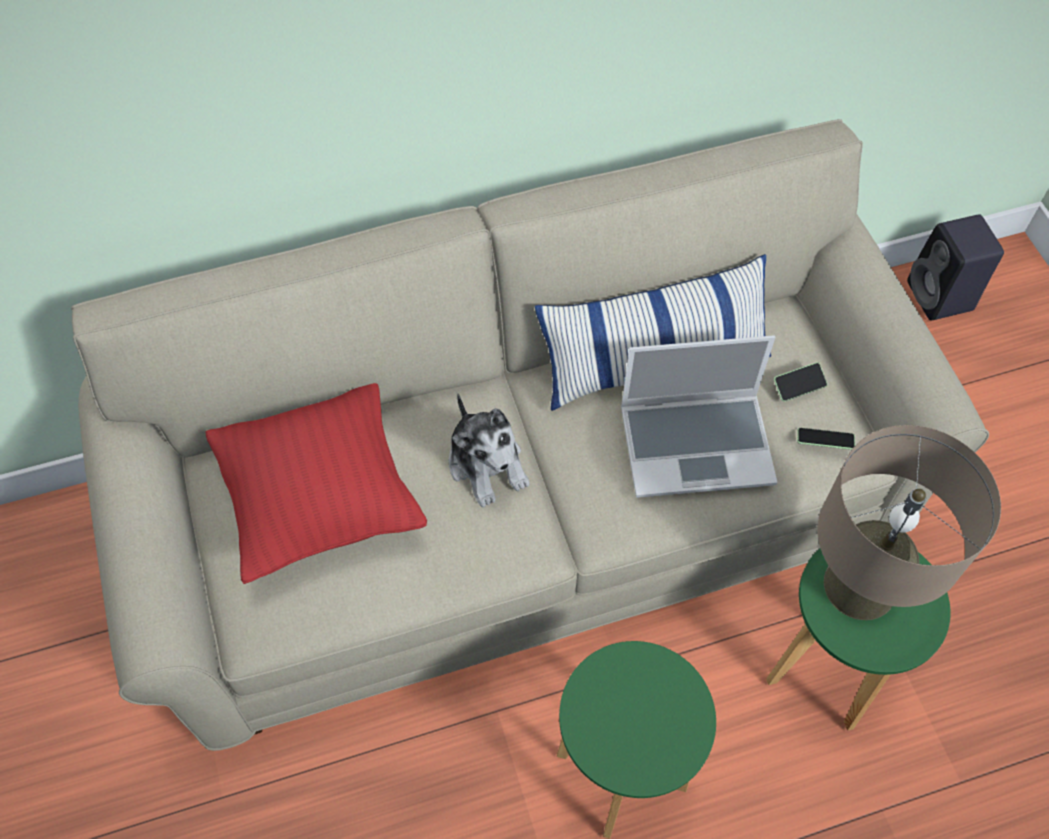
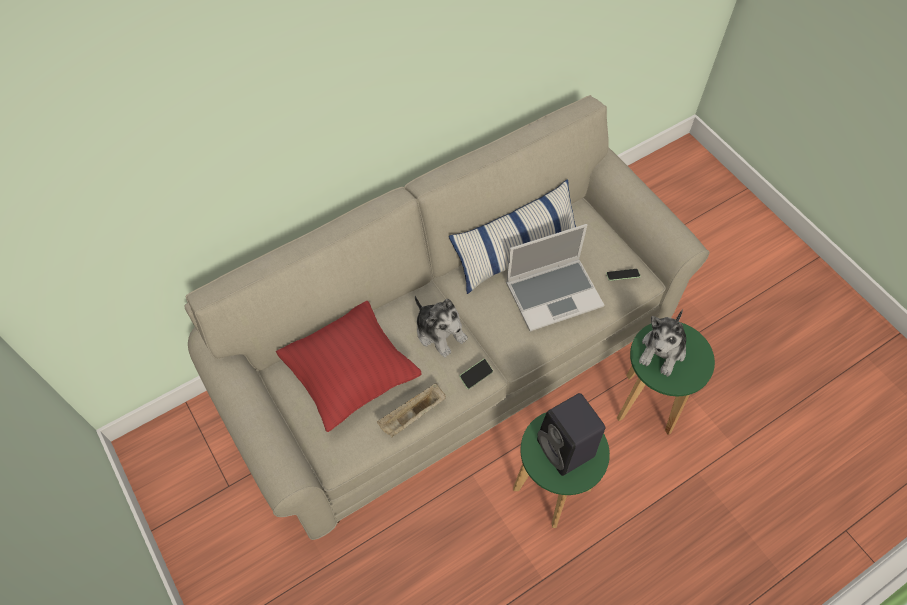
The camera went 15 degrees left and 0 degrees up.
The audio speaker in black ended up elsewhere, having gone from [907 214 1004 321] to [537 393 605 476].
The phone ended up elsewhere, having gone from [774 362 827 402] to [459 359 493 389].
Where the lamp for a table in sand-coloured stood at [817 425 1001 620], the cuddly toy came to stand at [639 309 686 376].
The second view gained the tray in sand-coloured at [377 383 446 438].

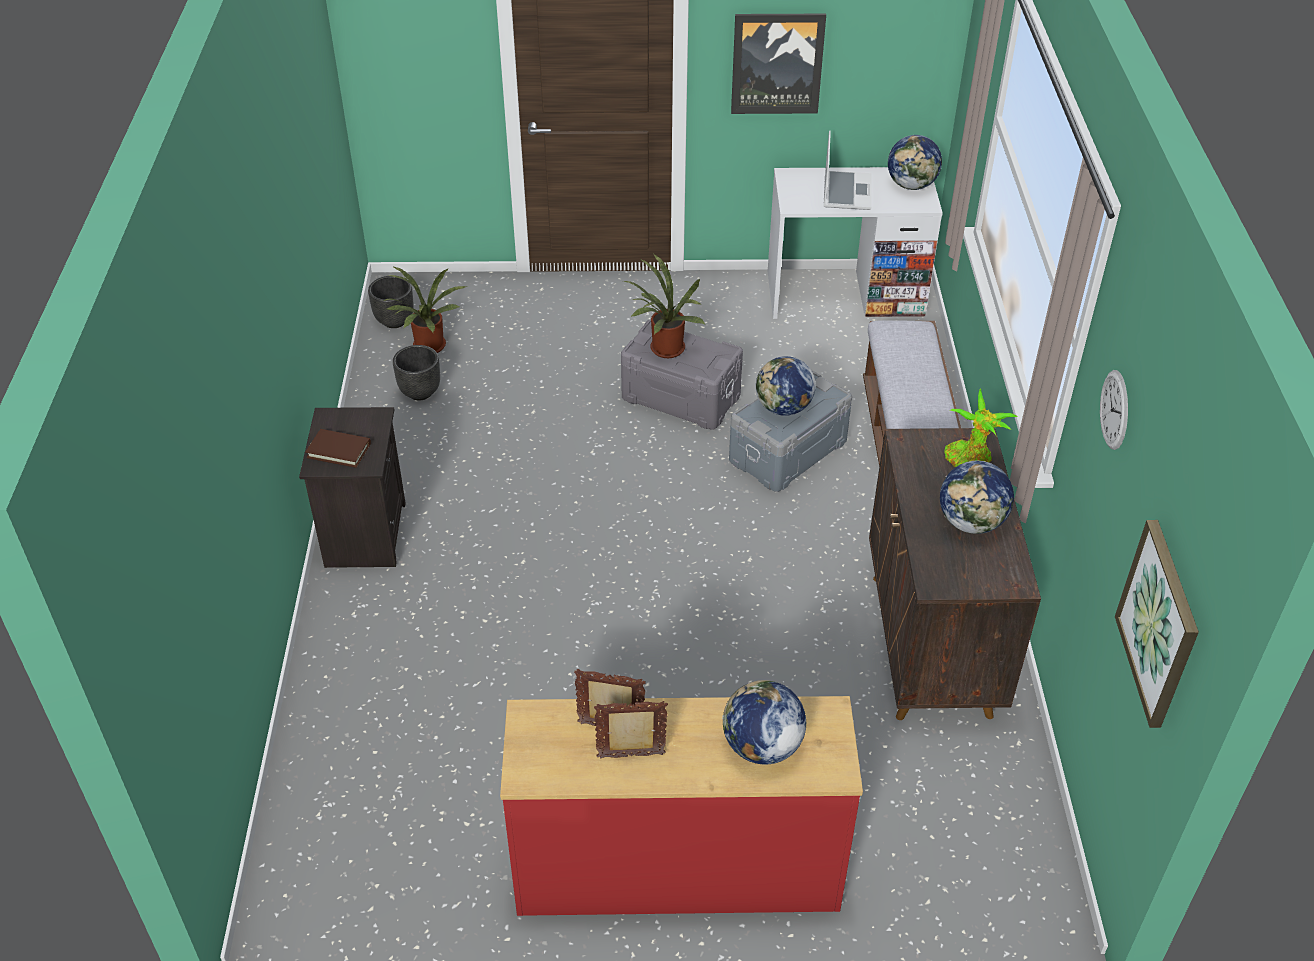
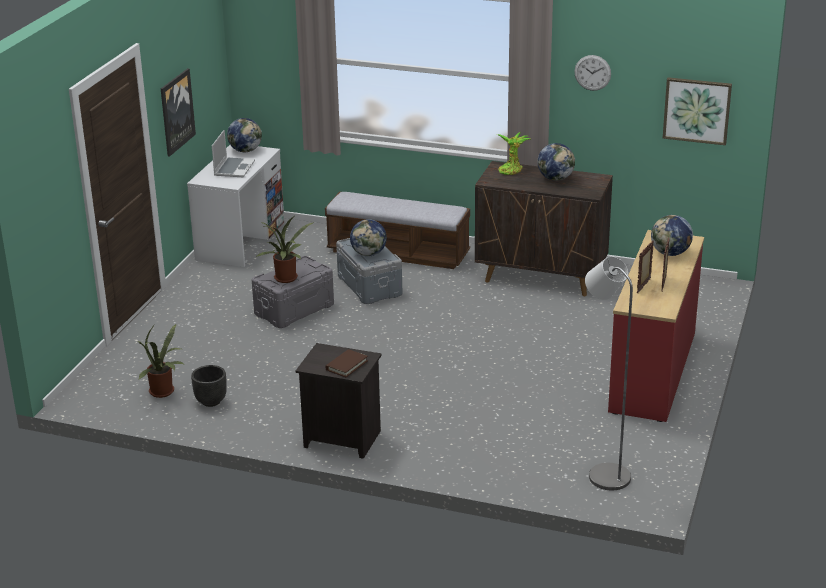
The camera went 70 degrees left and 15 degrees down.
The notebook computer at [823 131 872 210] ended up facing another way, 75 degrees clockwise from before.
The second view lost the flower pot in black at [368 276 414 328].
The second view gained the standing lamp in gray at [585 256 633 490].

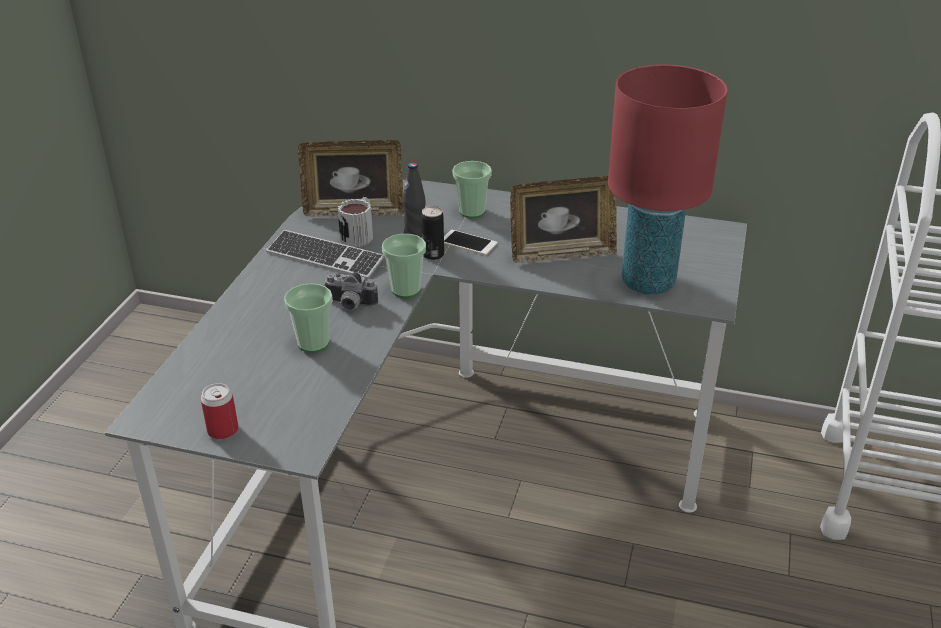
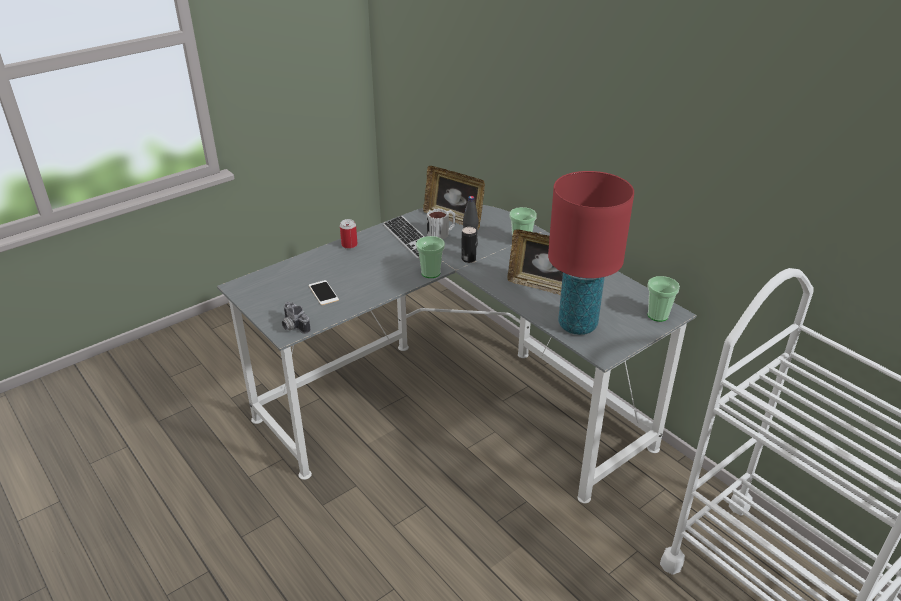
The camera went 35 degrees right and 0 degrees up.
The phone ended up elsewhere, having gone from [444 230 497 255] to [309 280 339 305].
The photo camera ended up elsewhere, having gone from [323 272 378 310] to [282 301 311 334].
The drinking cup ended up elsewhere, having gone from [284 283 333 353] to [647 276 680 322].
The can ended up elsewhere, having gone from [200 383 239 440] to [340 219 358 249].

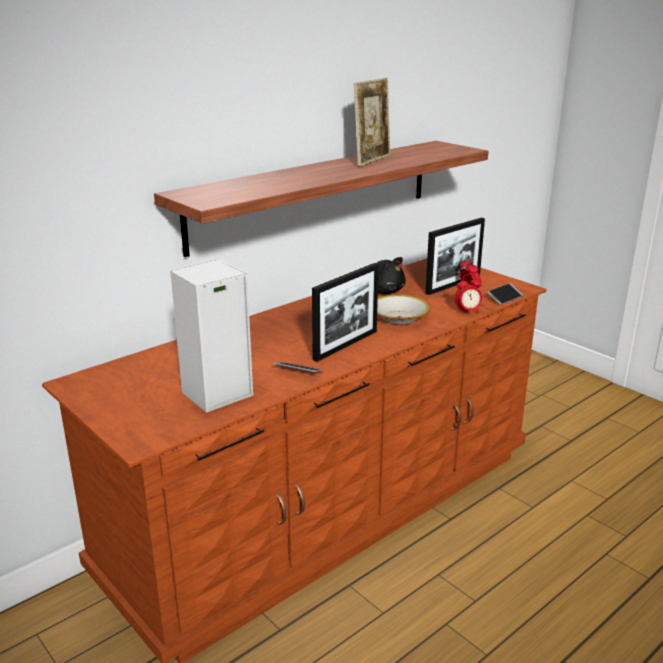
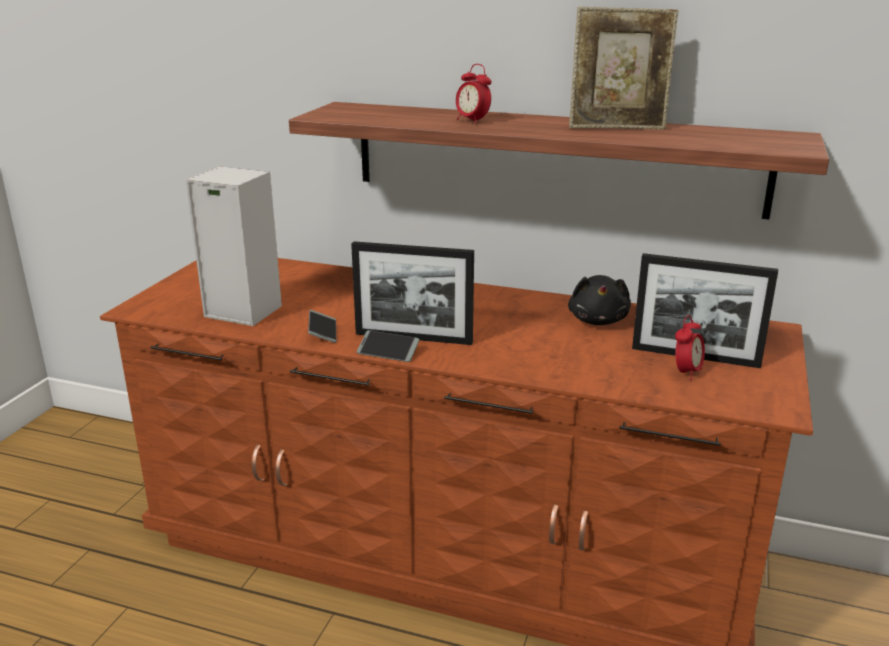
The camera went 60 degrees right and 0 degrees up.
The table clock ended up elsewhere, having gone from [455 274 482 315] to [456 64 491 124].
The phone ended up elsewhere, having gone from [487 283 523 305] to [357 330 419 362].
The second view lost the deep dish at [377 295 430 325].

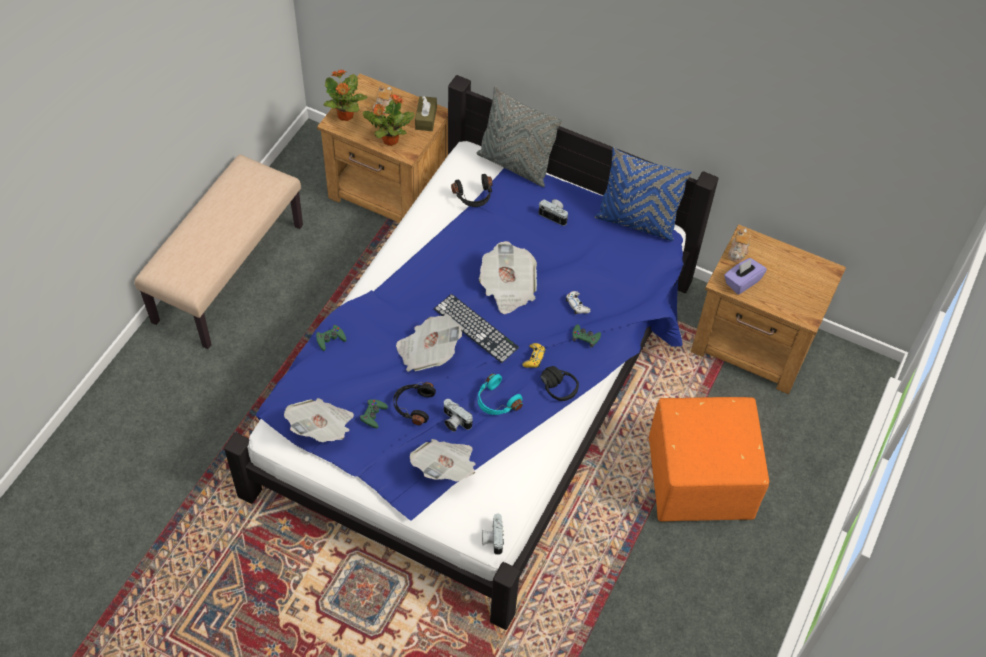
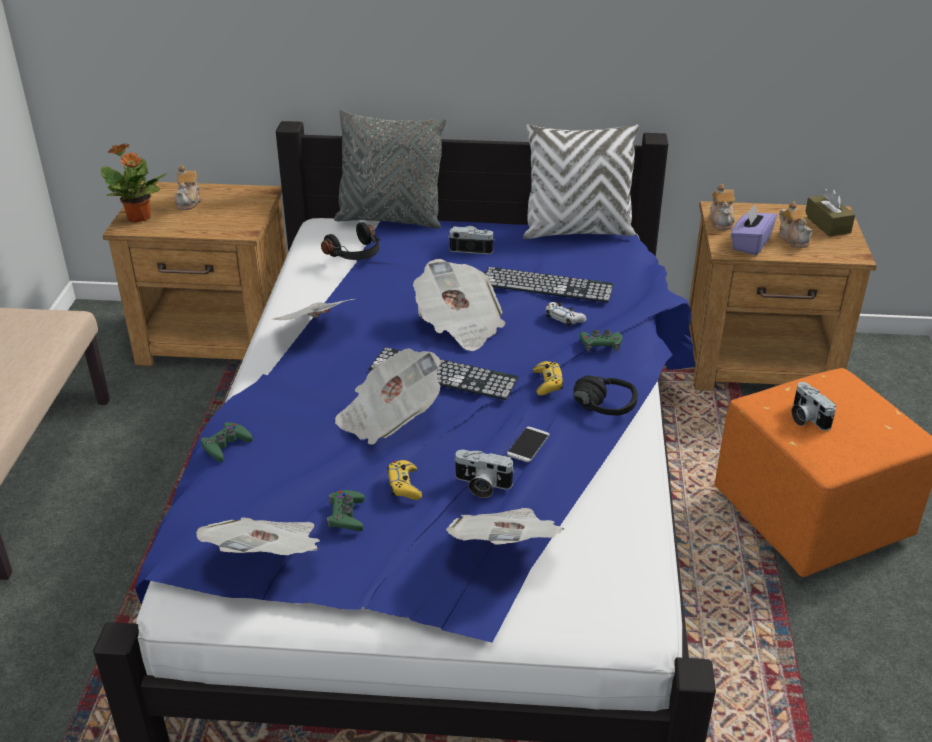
The camera went 20 degrees left and 20 degrees down.
The second view lost the plant in a pot at [363 94 415 146].
The tissue holder in brown-coloured ended up elsewhere, having gone from [415 96 437 131] to [805 188 855 237].
What was the pillow in bluish at [595 147 692 241] turned into the pillow in whitish at [523 124 639 239].
Where the headset in turquoise stood at [478 373 523 415], the phone came to stand at [507 427 549 462].
Where the headset in black stood at [393 382 436 425], the gamepad in yellow came to stand at [387 460 422 500].
The photo camera ended up elsewhere, having gone from [482 513 504 555] to [791 382 836 431].
The second view gained the teapot at [779 201 813 248].
The second view gained the keyboard at [485 267 614 303].
The second view gained the newspaper at [271 299 355 320].

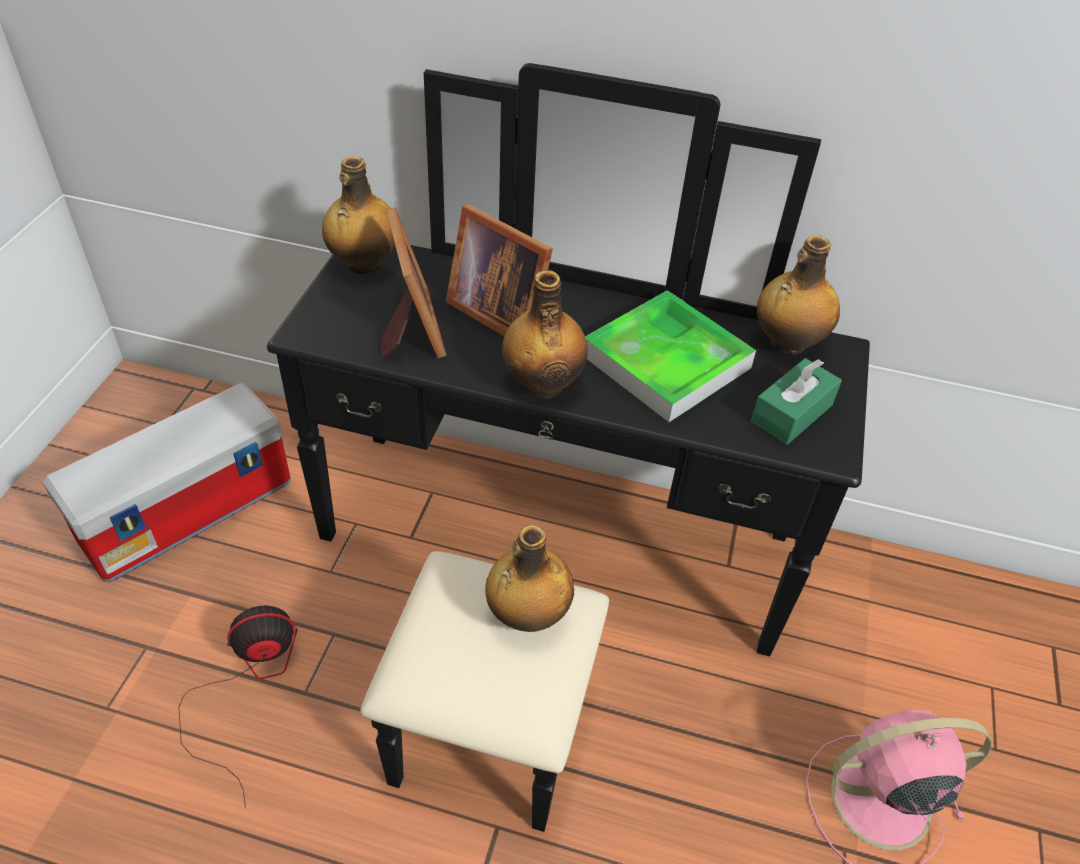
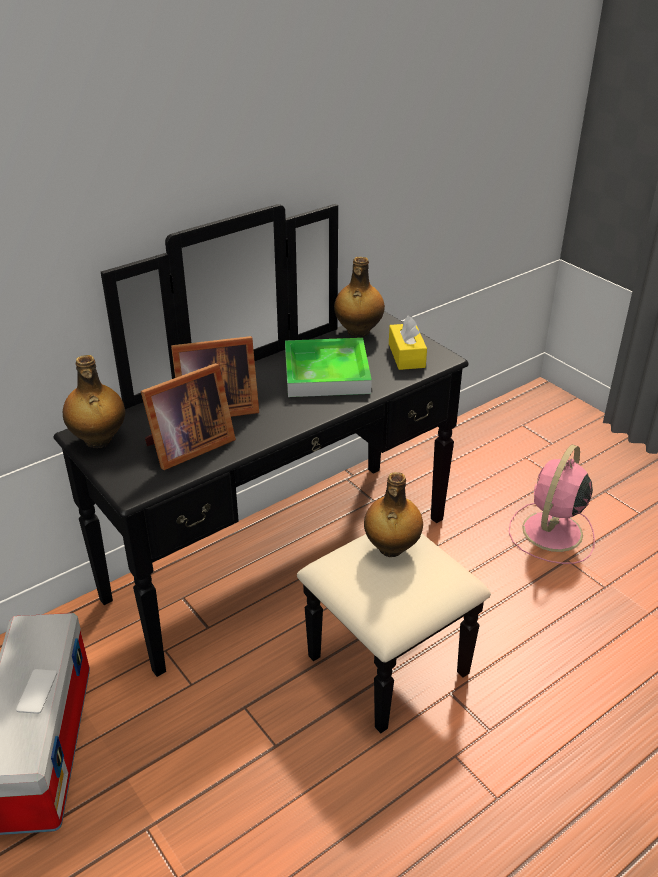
The camera went 50 degrees left and 10 degrees down.
The standing frame at [381 207 446 361] ended up facing another way, 120 degrees clockwise from before.
The second view lost the beverage bottle at [502 270 588 399].
What was the tissue holder in green-coloured at [751 358 842 445] turned into the tissue holder in yellow at [389 316 427 370].
The second view lost the cooling fan at [178 606 297 807].
The second view gained the phone at [16 669 57 714].

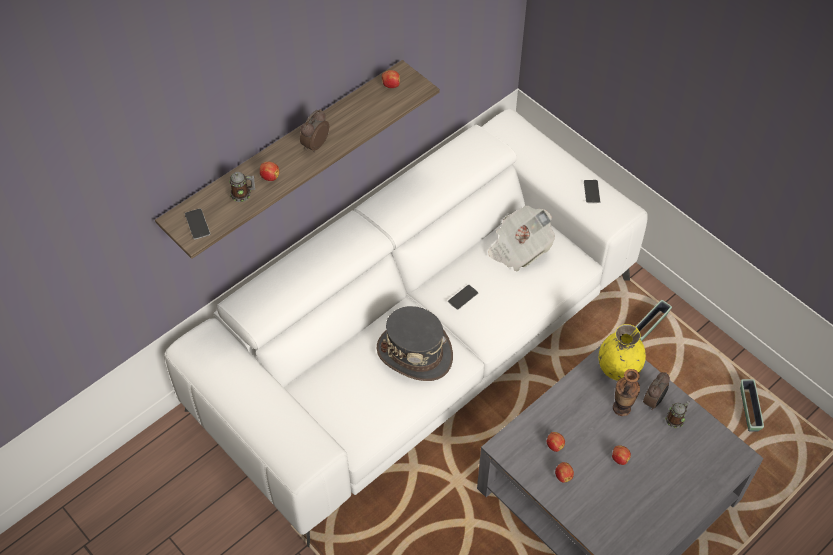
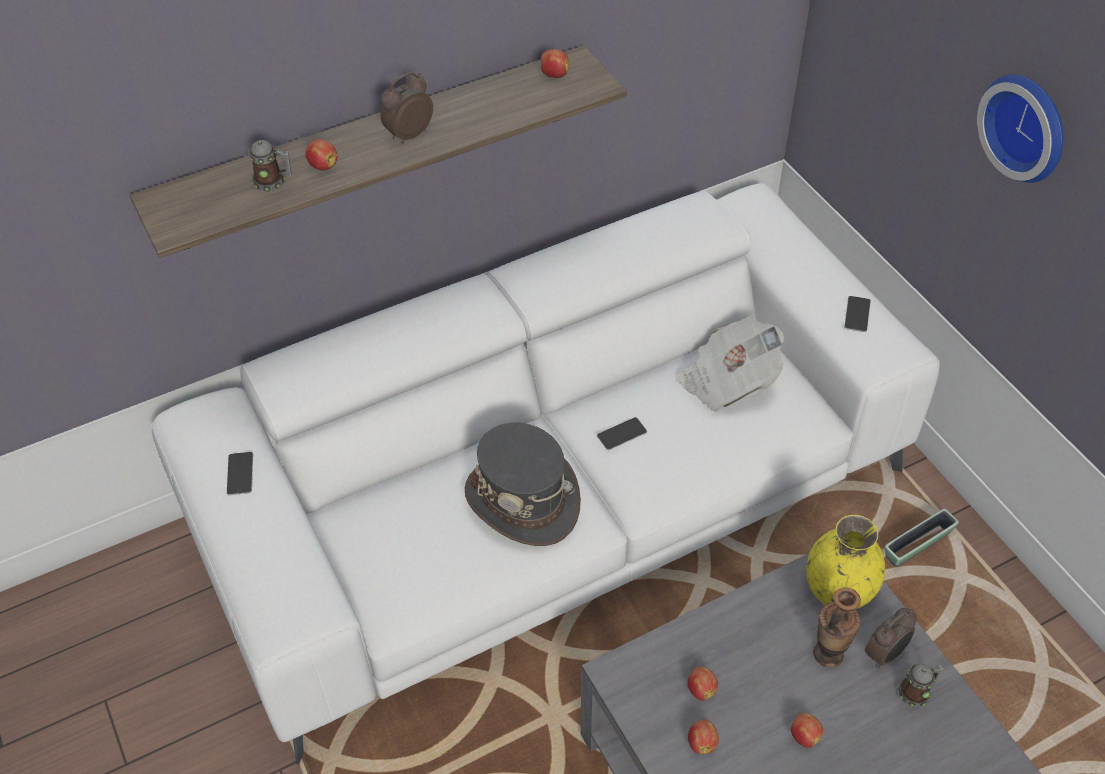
The camera went 15 degrees right and 5 degrees down.
The phone ended up elsewhere, having gone from [185 208 210 240] to [227 452 253 495].
The second view lost the flower pot at [740 379 764 431].
The second view gained the wall clock at [977 75 1063 183].

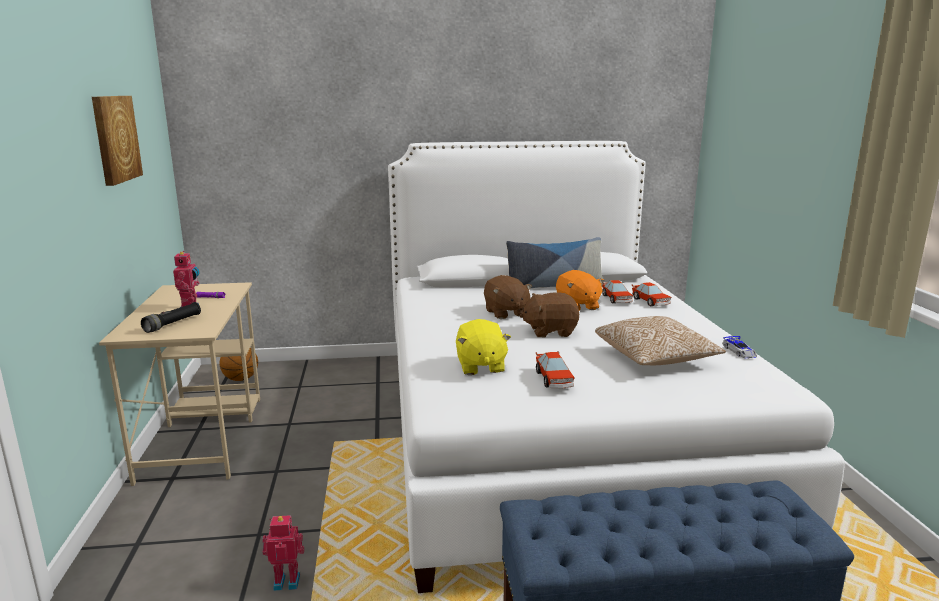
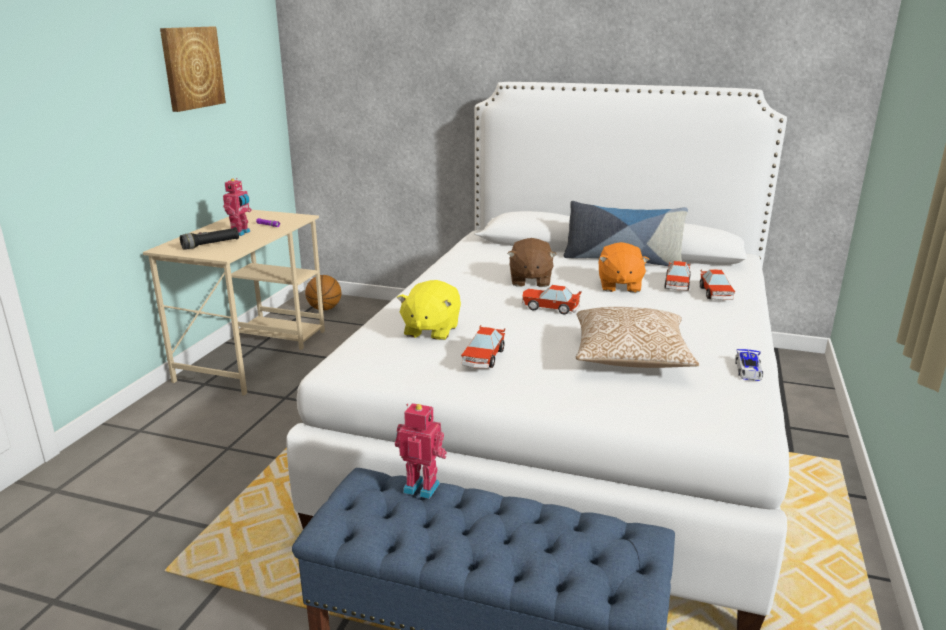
The camera went 25 degrees right and 5 degrees up.
Where the cuddly toy in brown-coloured stood at [520 292 579 337], the miniature car came to stand at [522 285 582 315].
The model robot ended up elsewhere, having gone from [262 515 304 591] to [395 403 447 499].

